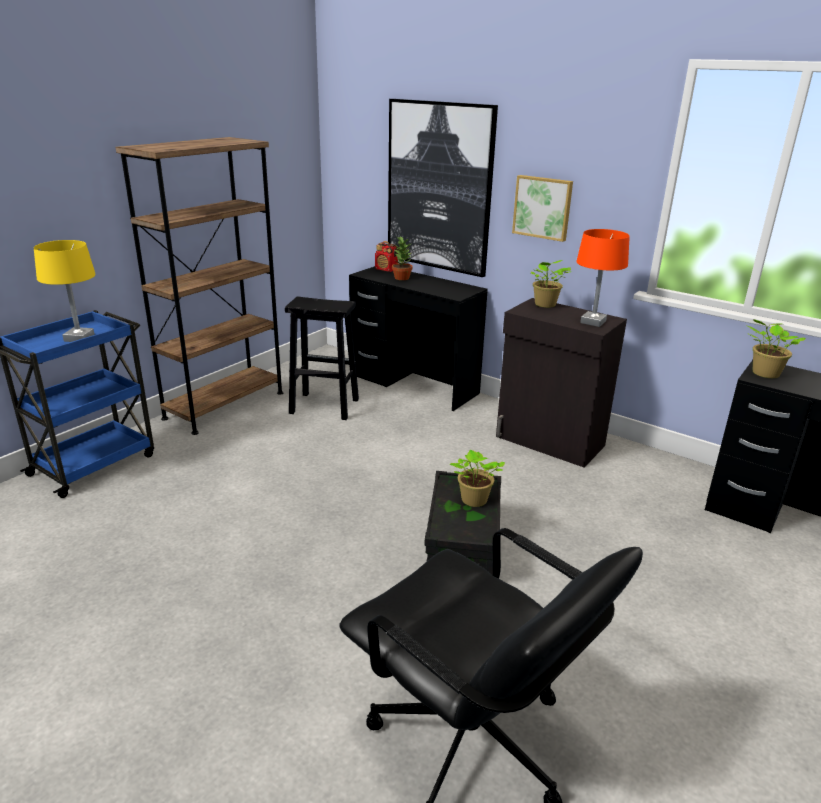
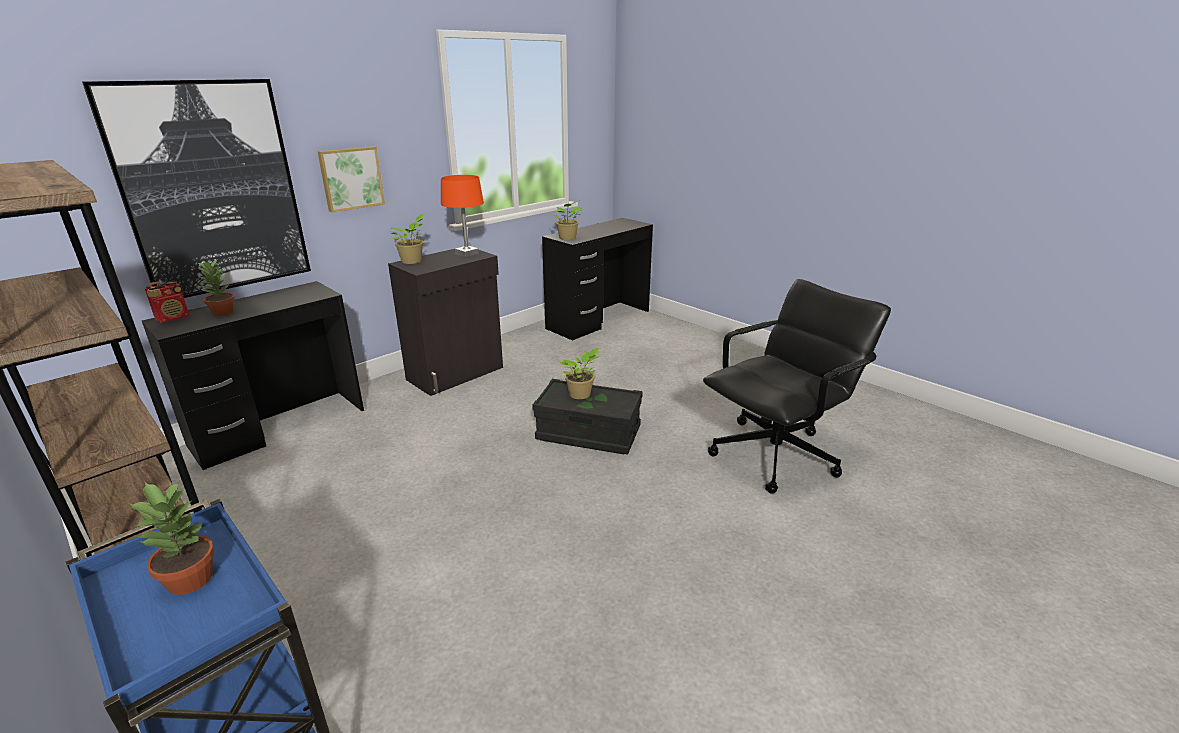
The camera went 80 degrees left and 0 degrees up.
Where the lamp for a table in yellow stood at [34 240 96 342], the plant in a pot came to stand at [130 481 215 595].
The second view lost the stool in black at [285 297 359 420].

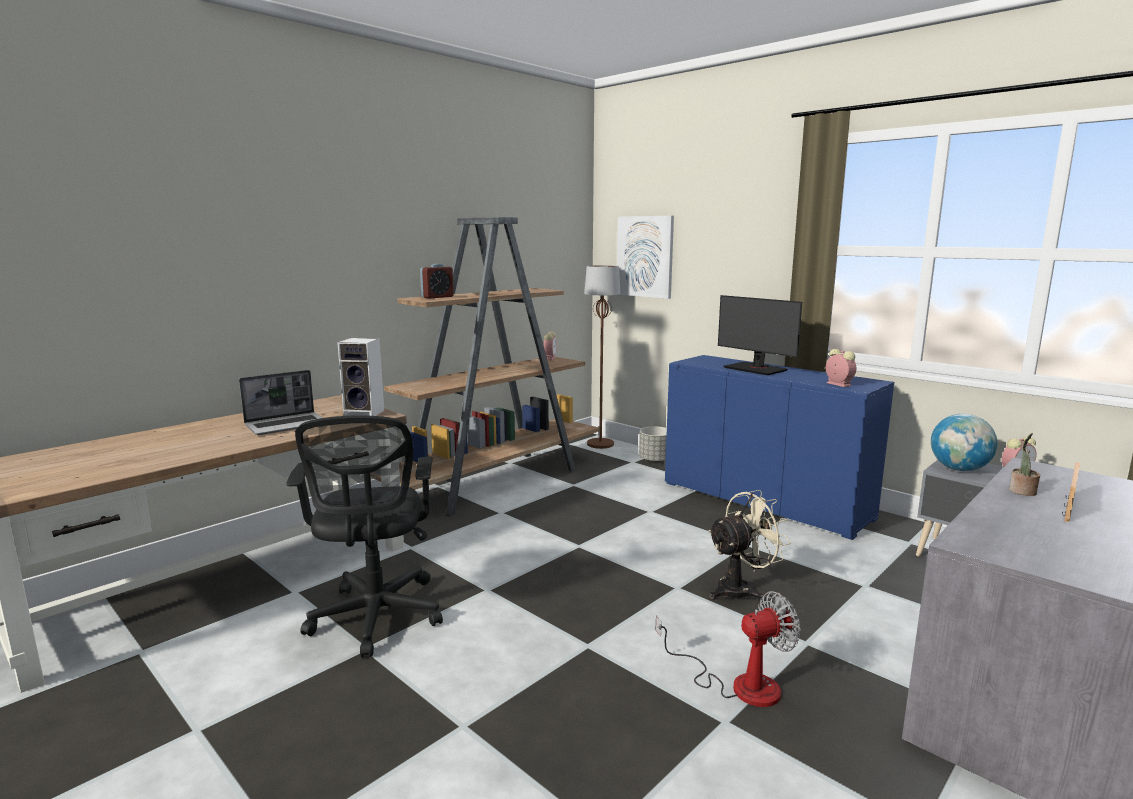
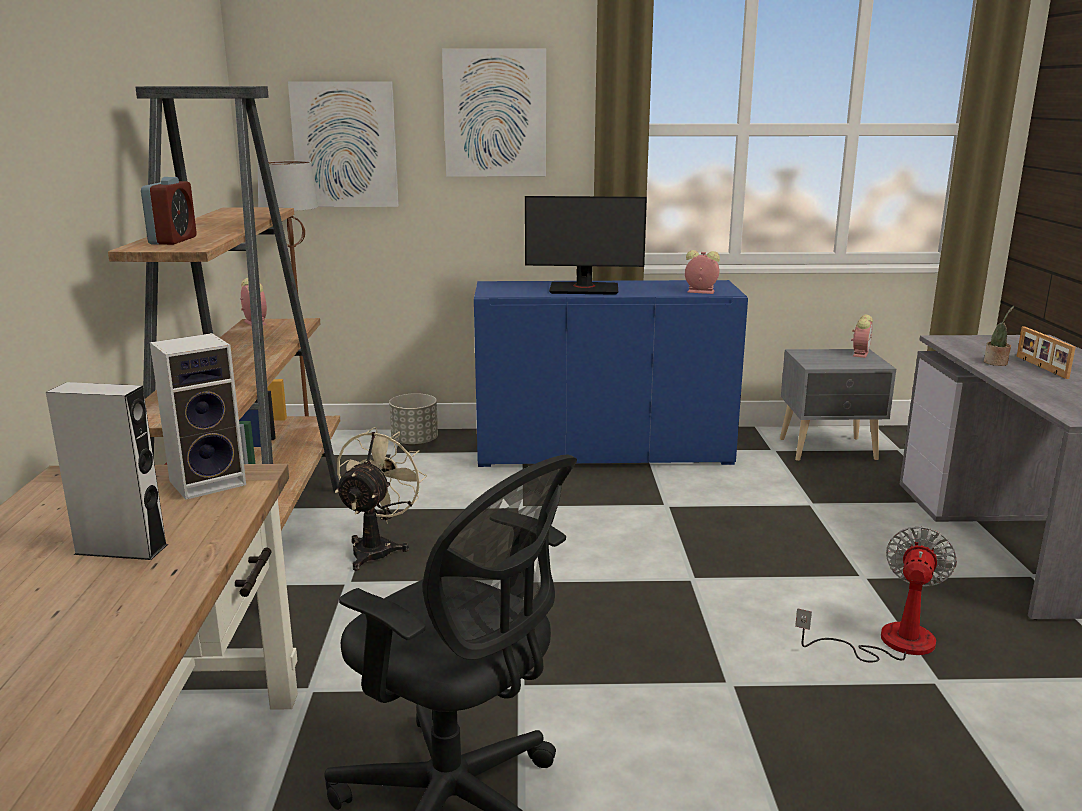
The camera went 45 degrees left and 5 degrees up.
Where the notebook computer stood at [239 370 323 435], the audio speaker in gray came to stand at [46 382 168 560].
The second view lost the globe at [931 414 997 471].
The cooling fan in sand-coloured ended up elsewhere, having gone from [708 490 791 601] to [335 427 427 571].
The second view gained the wall art at [442 49 546 177].

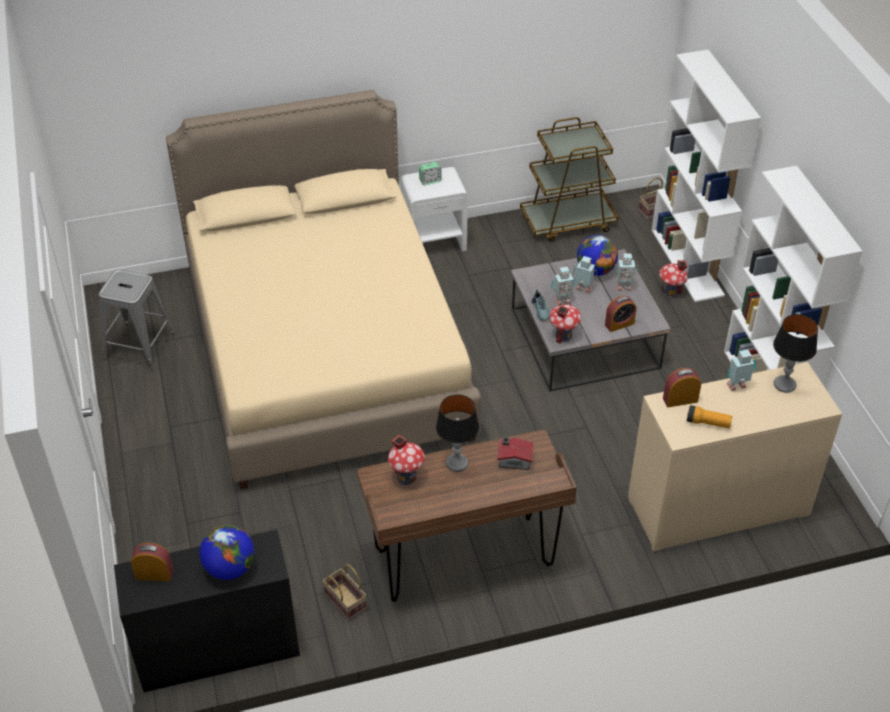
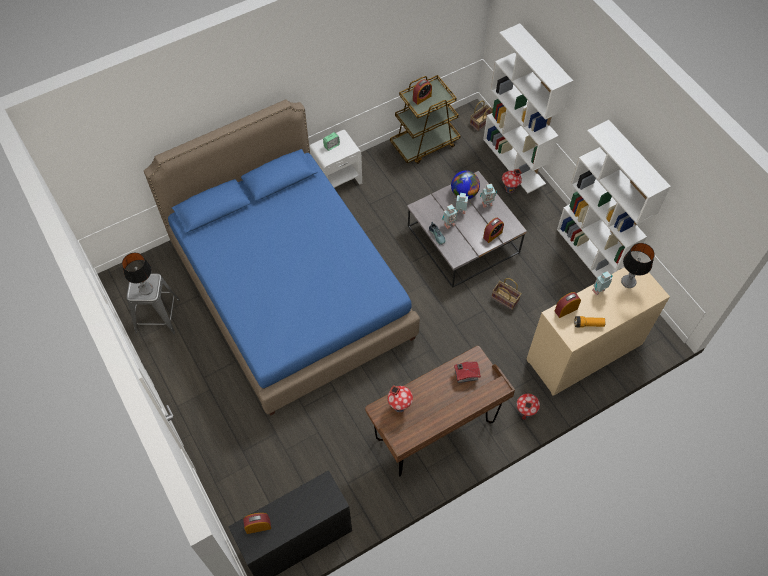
The camera went 15 degrees left and 15 degrees up.
What was the bedroom bed in sand-coloured at [166 90 481 490] turned into the bedroom bed in bluish at [144 99 420 415].
The toy house ended up elsewhere, having gone from [549 304 581 344] to [517 394 540 420].
The lamp for a table ended up elsewhere, having gone from [436 395 479 472] to [122 253 153 295].
The second view lost the globe at [199 525 254 580].
The storage basket ended up elsewhere, having gone from [323 564 367 621] to [492 278 522 310].
The second view gained the table clock at [413 79 432 105].

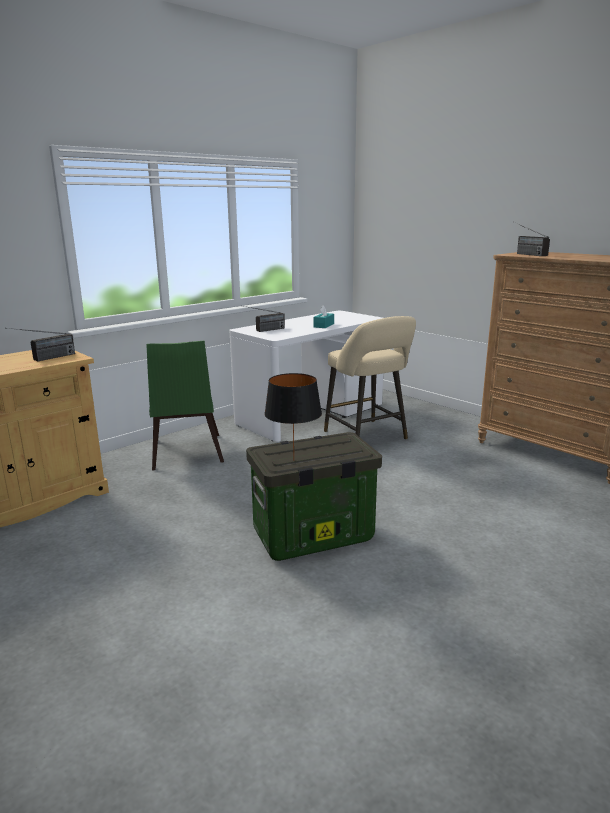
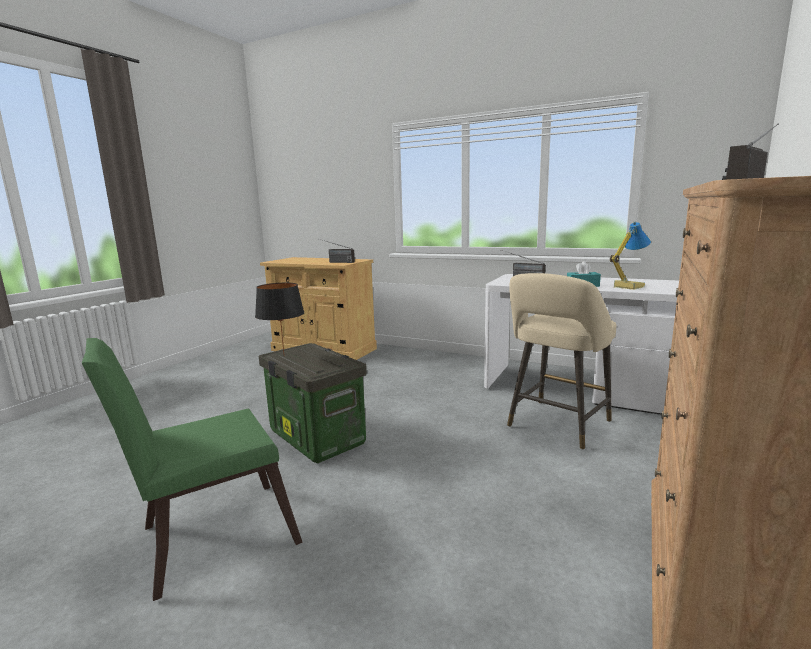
The camera went 70 degrees right and 5 degrees down.
The plain chair in green-coloured ended up elsewhere, having gone from [146 341 224 471] to [82 338 302 601].
The second view gained the lamp for a table at [610 221 651 290].

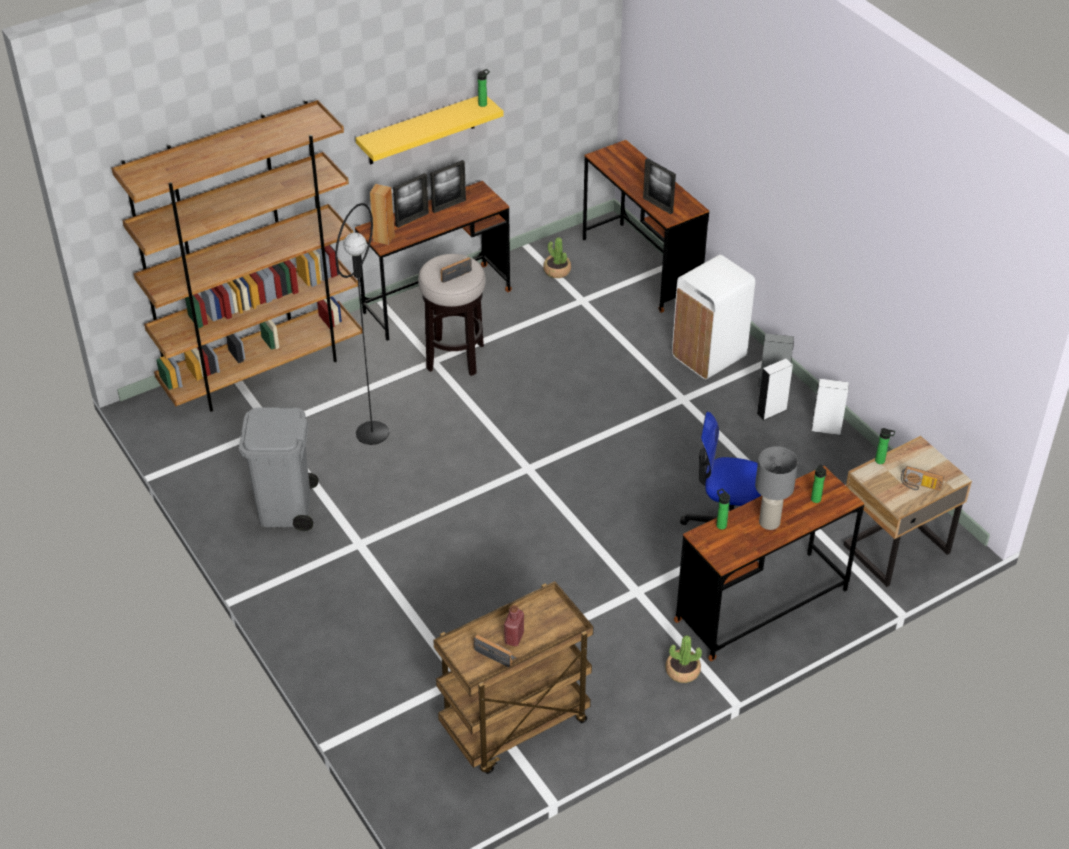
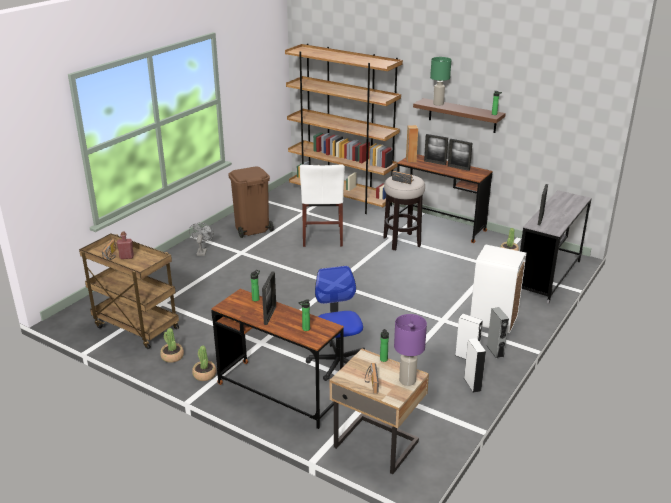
The camera went 65 degrees right and 15 degrees down.
What was the shelf in yellow at [355 96 504 165] turned into the shelf in brown-coloured at [413 98 506 133].
What was the desk unit in brown-coloured at [583 140 709 313] turned into the desk unit in gray at [520 190 591 304].
Where the standing lamp in black stood at [335 203 389 445], the plain chair in whitish came to stand at [300 165 345 247].
What was the trash can in gray at [239 407 319 531] turned into the trash can in brown-coloured at [228 166 274 238].
Where the lamp for a table in gray stood at [755 446 798 530], the standing frame came to stand at [262 271 276 325].
The second view gained the lamp for a table in green-coloured at [430 57 451 106].
The second view gained the cooling fan in gray at [189 223 214 256].
The second view gained the lamp for a table in purple at [394 314 427 386].
The second view gained the plant in a pot at [160 328 184 363].

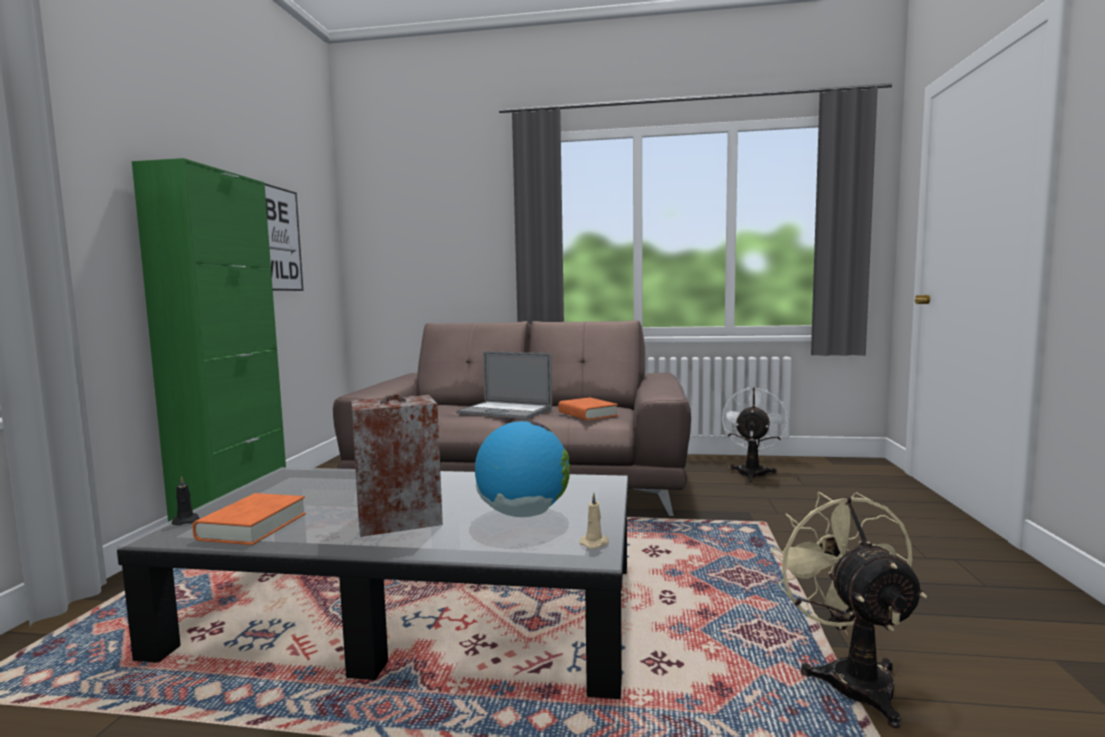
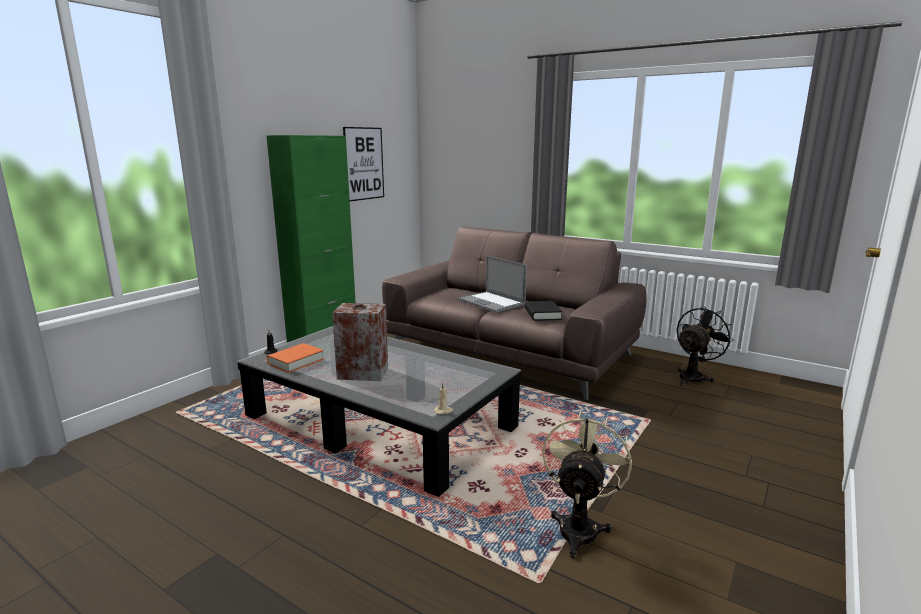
The camera went 25 degrees right and 10 degrees up.
What was the cooling fan in whitish at [722 387 788 482] turned into the cooling fan in black at [677 306 734 386].
What was the bound book in orange-coloured at [558 397 618 420] turned into the bound book in black at [525 301 562 321].
The second view lost the globe at [475 420 570 517].

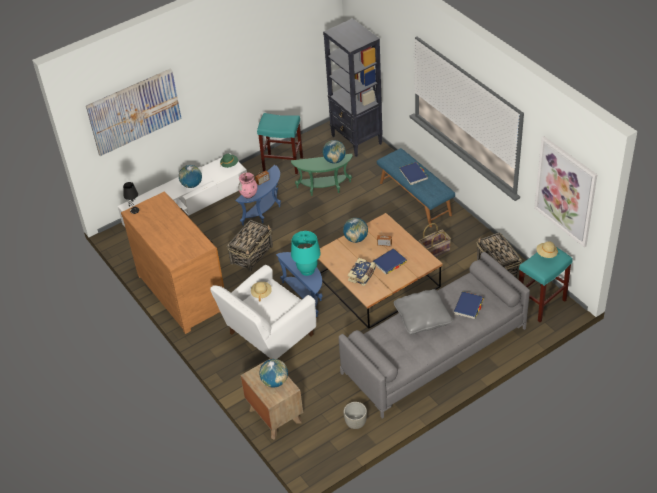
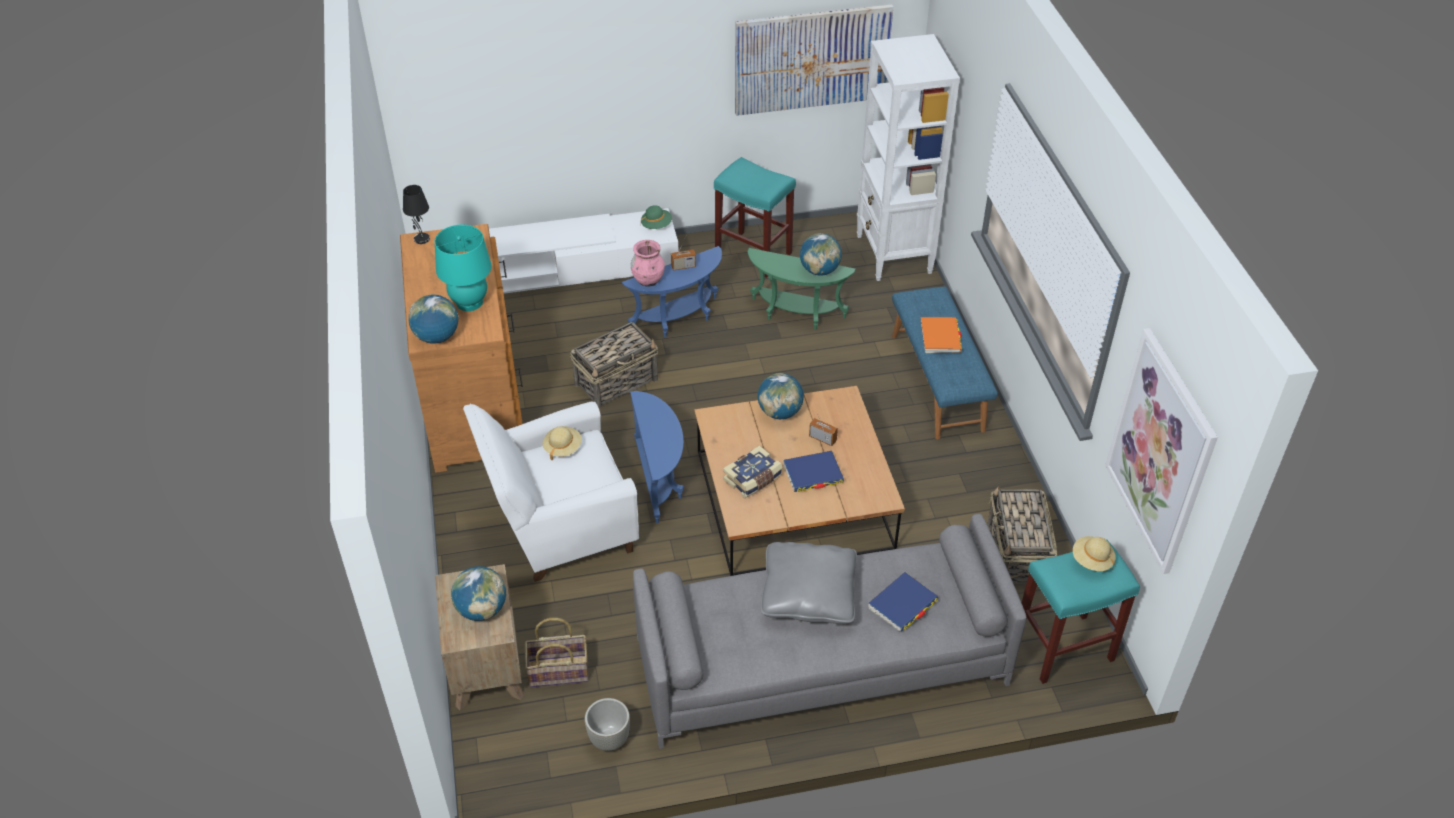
The camera went 20 degrees right and 0 degrees up.
What was the bookshelf in black at [323 18 382 157] turned into the bookshelf in whitish at [857 34 960 281].
The wall art ended up elsewhere, having gone from [86 68 182 156] to [735 5 893 116].
What was the bound book in bluish at [400 162 428 185] turned into the bound book in orange-coloured at [921 317 962 353].
The globe ended up elsewhere, having gone from [179 165 202 188] to [408 294 459 344].
The storage basket ended up elsewhere, having gone from [419 223 451 257] to [525 618 589 687].
The lamp for a table in turquoise ended up elsewhere, having gone from [291 231 321 276] to [435 225 491 311].

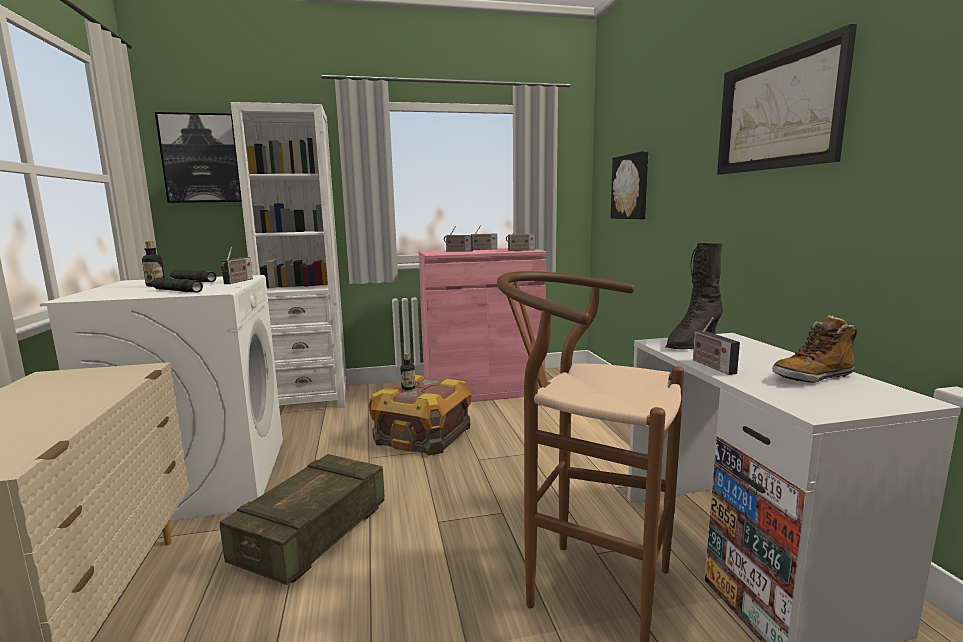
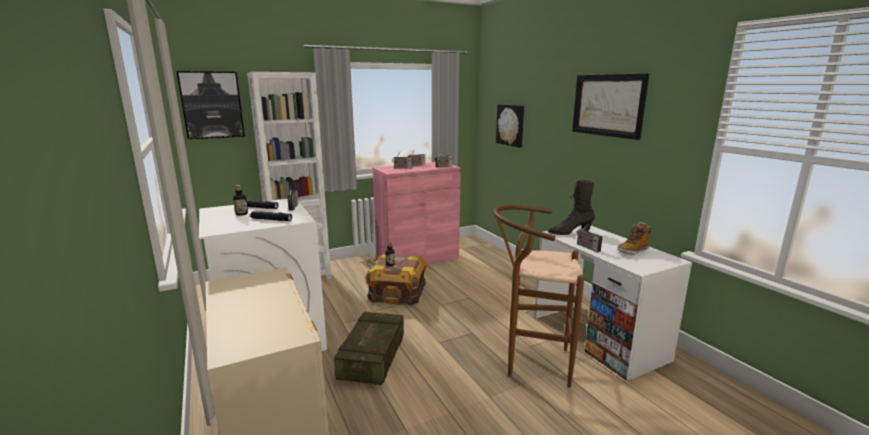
The camera went 15 degrees left and 5 degrees up.
The boot in black at [665 243 723 350] ended up facing another way, 45 degrees clockwise from before.

